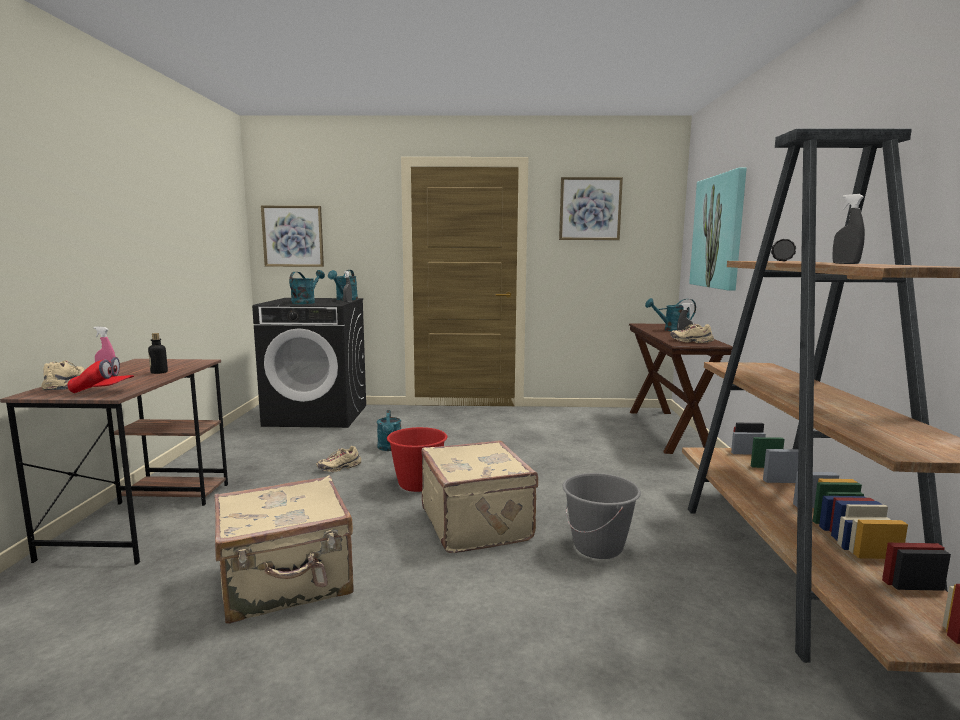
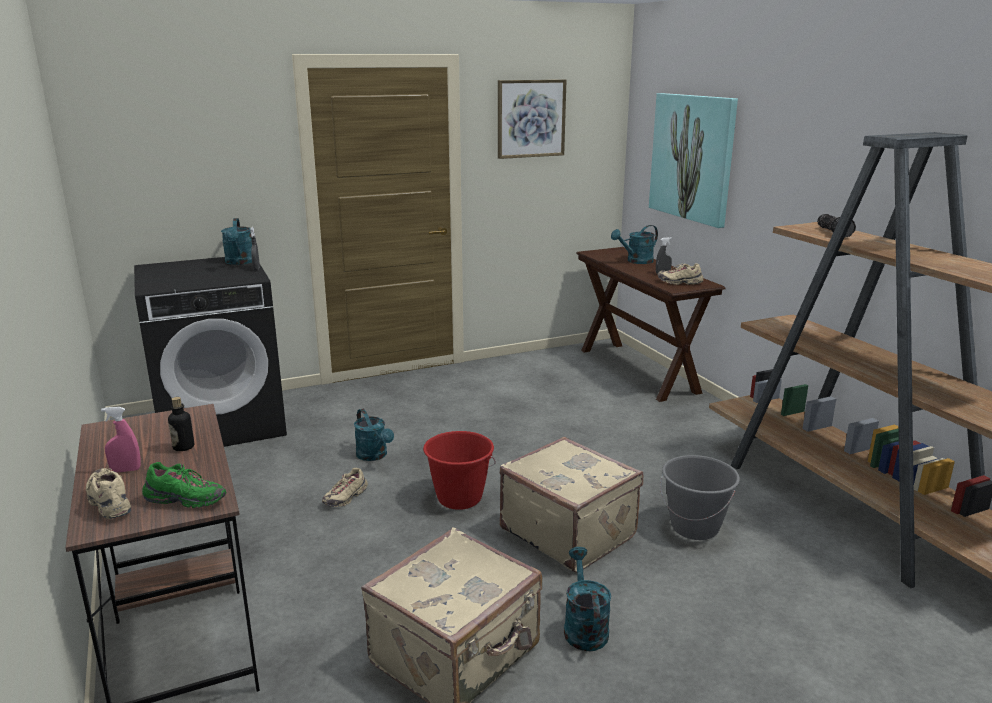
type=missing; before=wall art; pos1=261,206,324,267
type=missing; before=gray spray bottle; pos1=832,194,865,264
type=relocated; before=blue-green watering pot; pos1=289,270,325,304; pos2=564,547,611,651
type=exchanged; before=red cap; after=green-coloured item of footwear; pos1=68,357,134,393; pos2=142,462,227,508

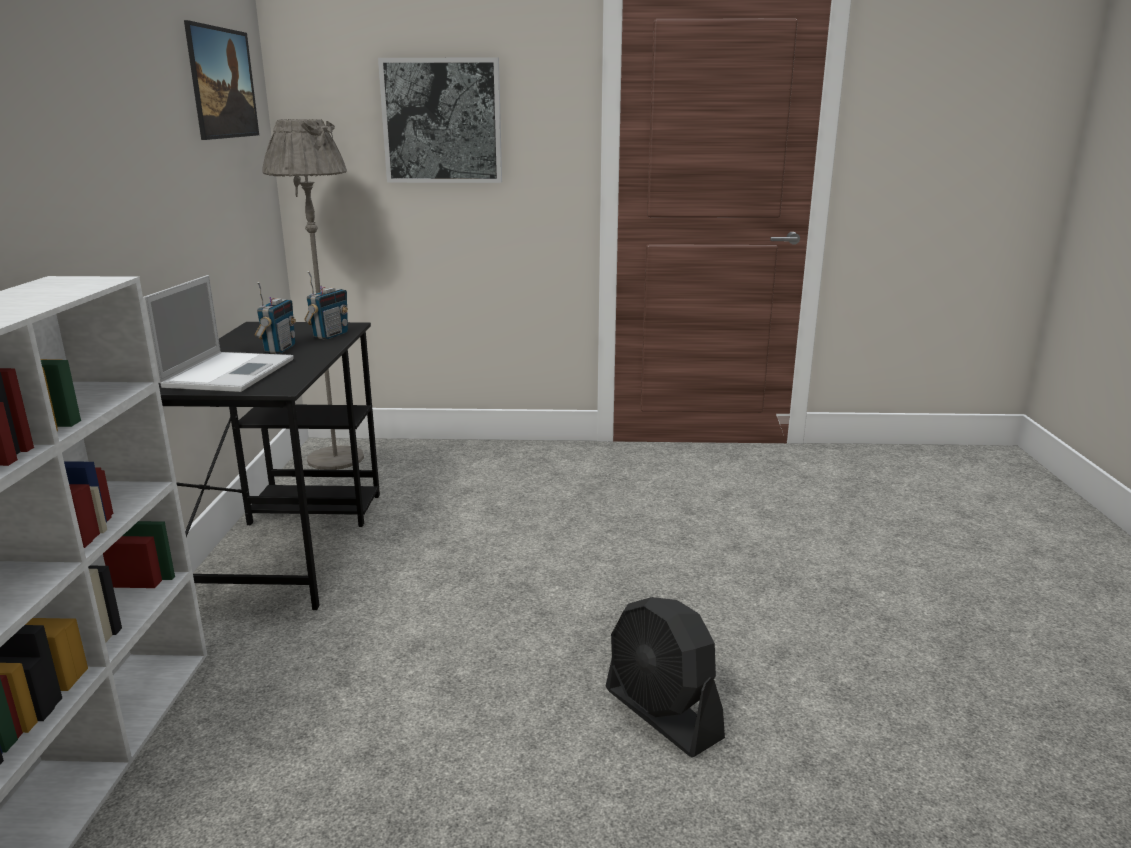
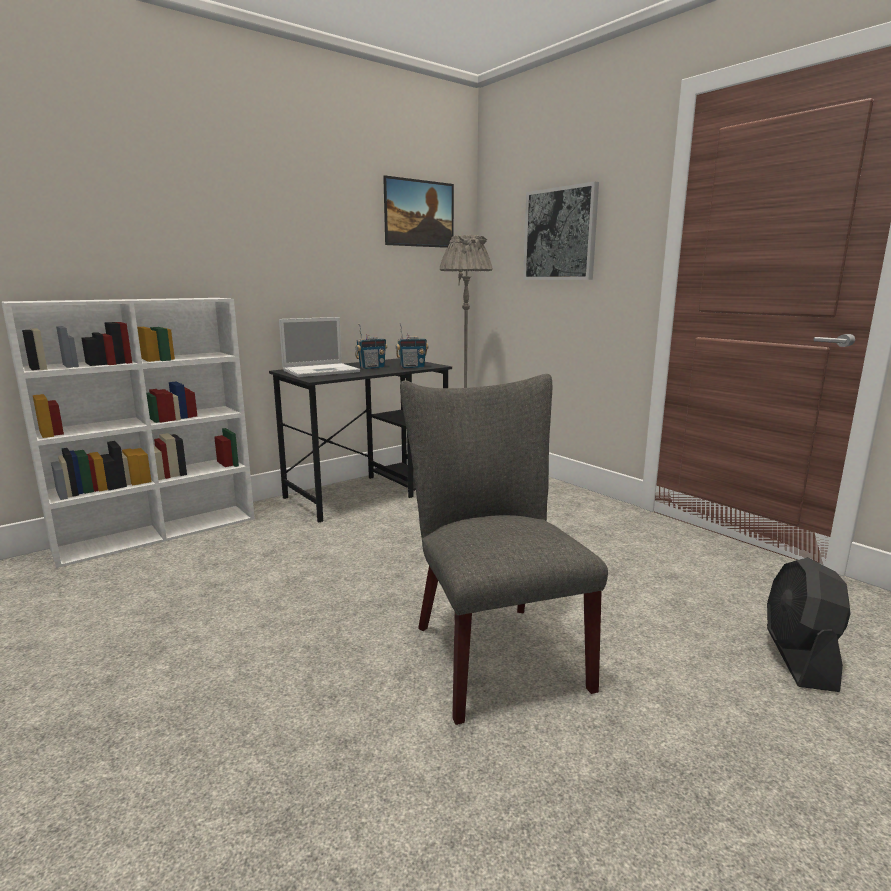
type=appeared; after=gray upright chair; pos2=400,374,608,725
type=relocated; before=black electric fan; pos1=606,597,725,757; pos2=767,557,851,692

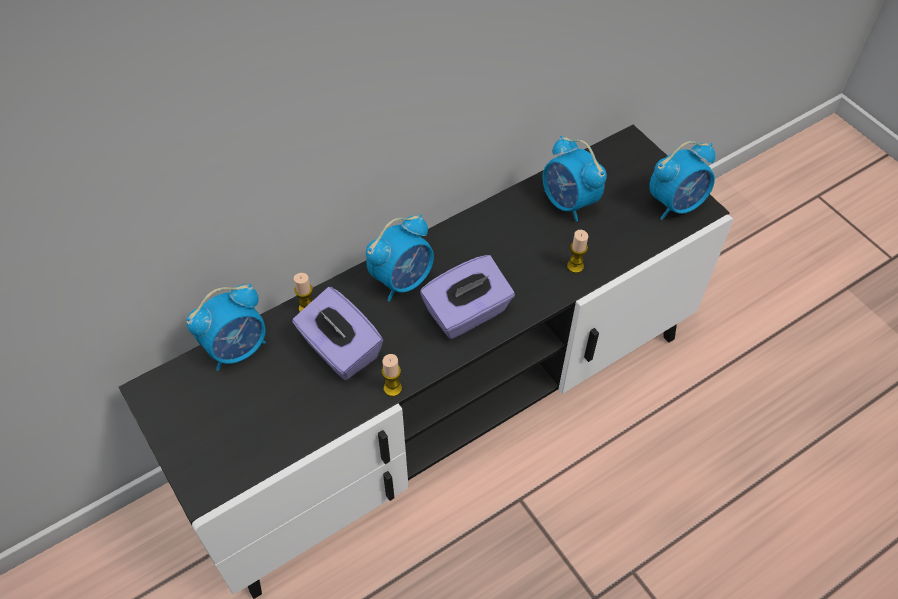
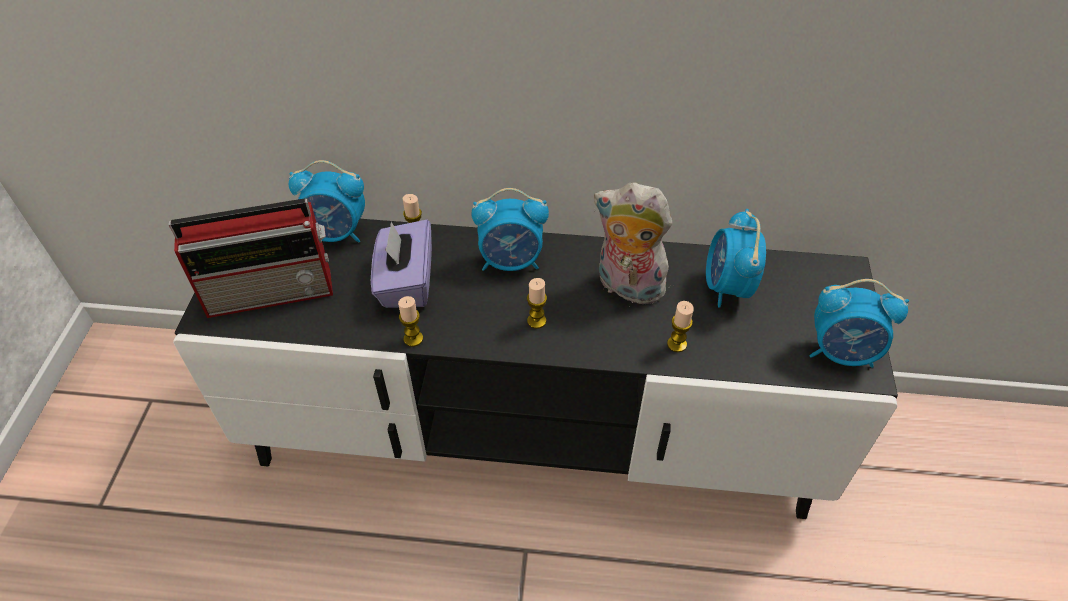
type=appeared; after=radio set; pos2=169,198,333,318
type=appeared; after=cuddly toy; pos2=594,182,672,307
type=exchanged; before=purplish tissue box; after=wax light; pos1=420,255,515,339; pos2=527,278,547,329

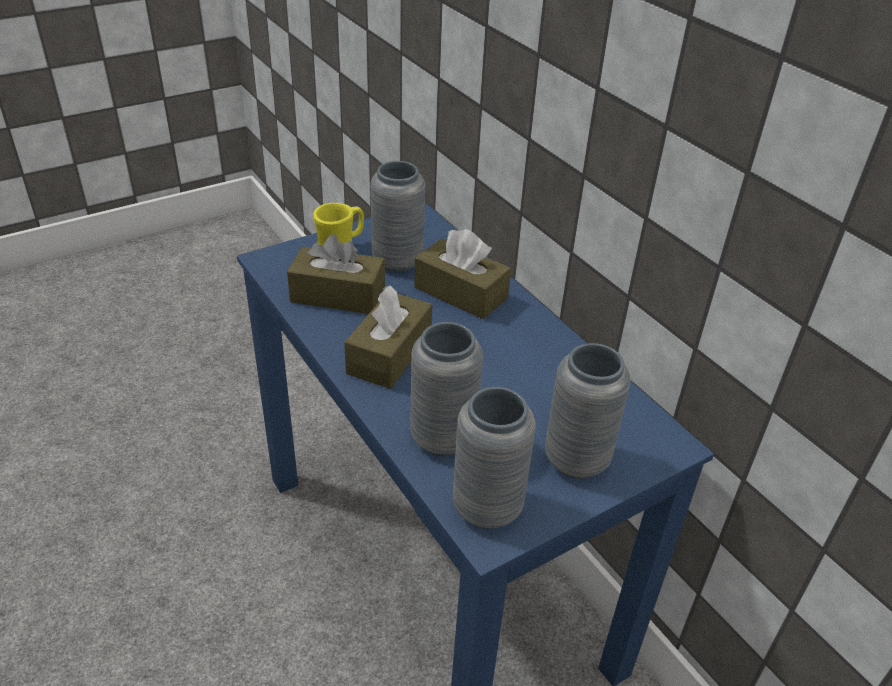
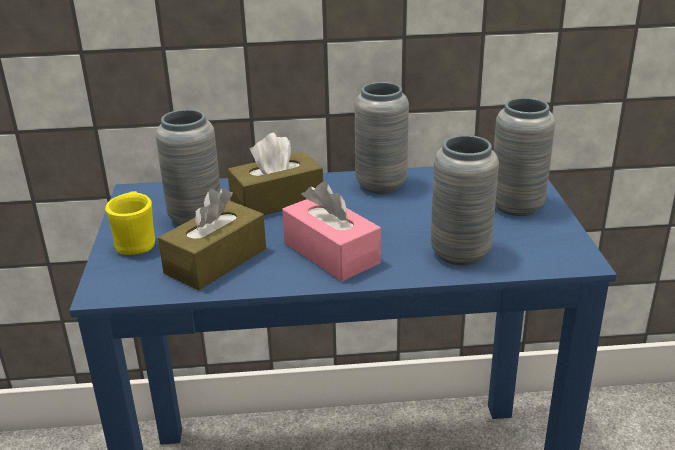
type=relocated; before=gray flower vase; pos1=453,387,536,529; pos2=354,82,409,194
type=colour; before=brownish tissue box; after=pink tissue box; pos1=344,286,432,389; pos2=282,182,381,281

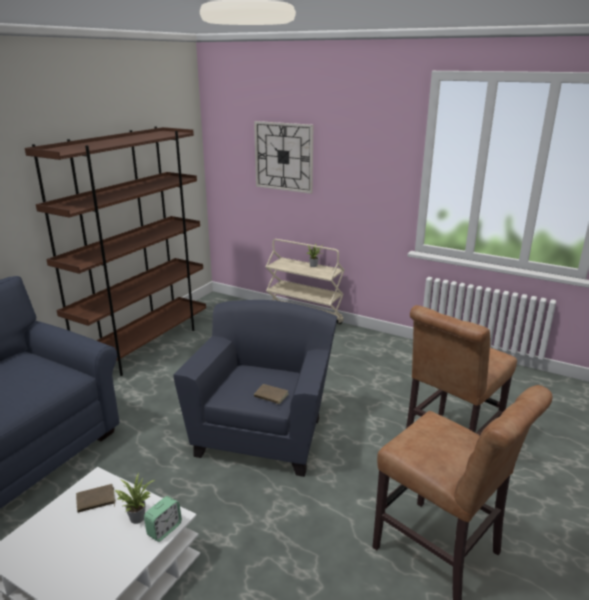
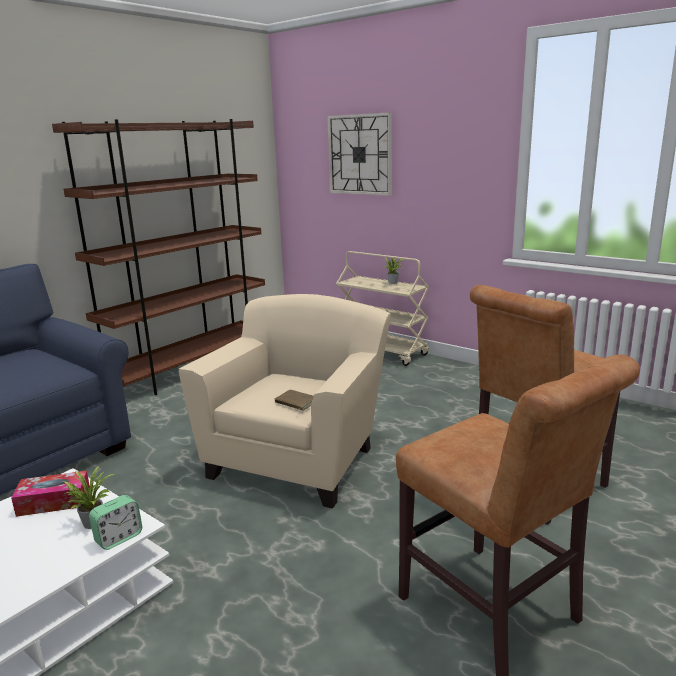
type=exchanged; before=brownish volume; after=tissue box; pos1=76,484,116,513; pos2=11,471,90,517
type=colour; before=blue-coloured easy chair; after=beige-coloured easy chair; pos1=173,300,337,477; pos2=179,294,391,509

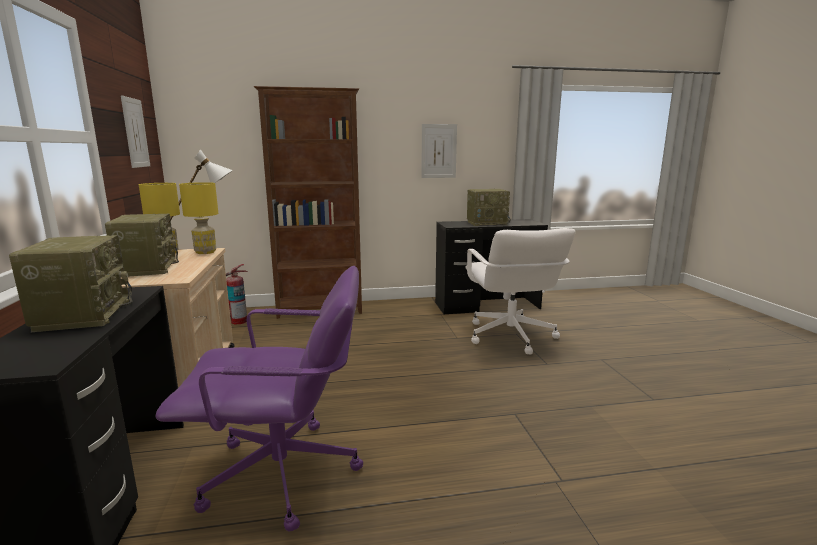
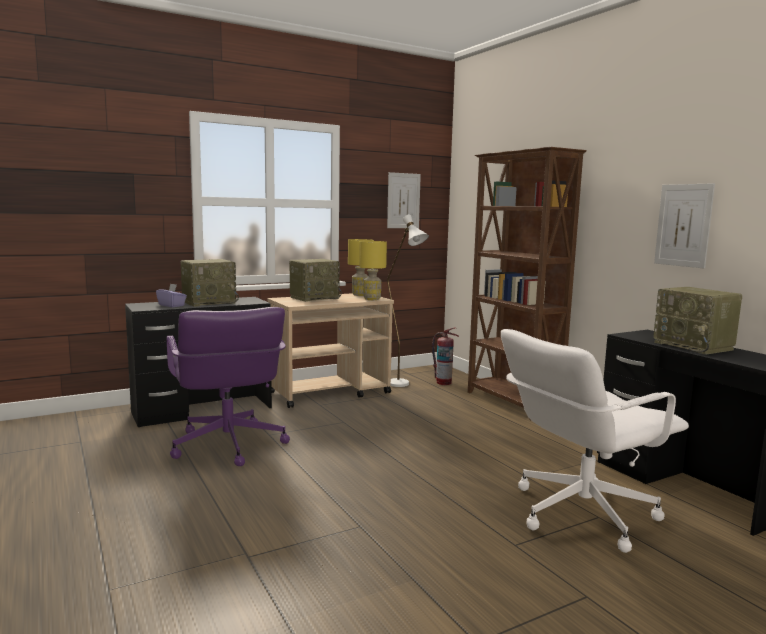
type=appeared; after=purplish tissue box; pos2=156,284,187,307

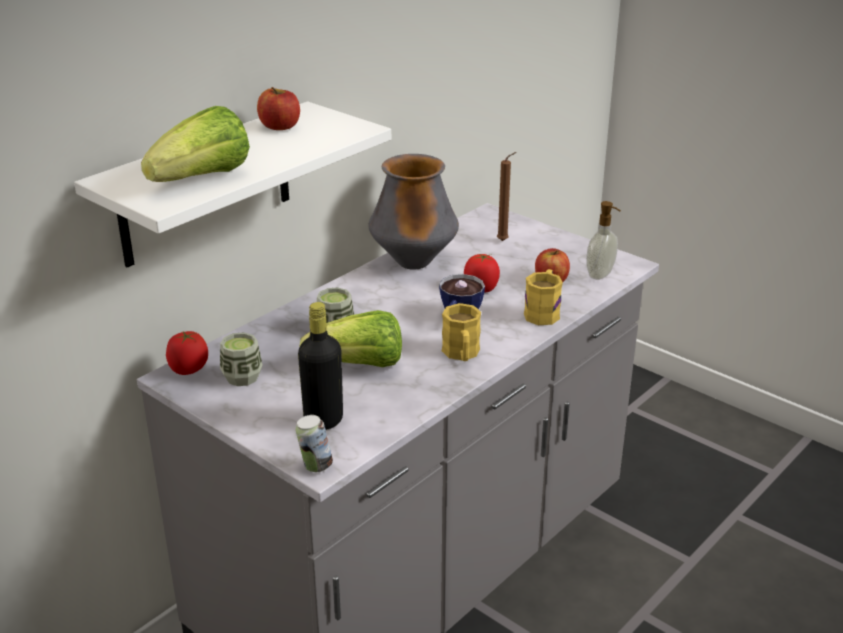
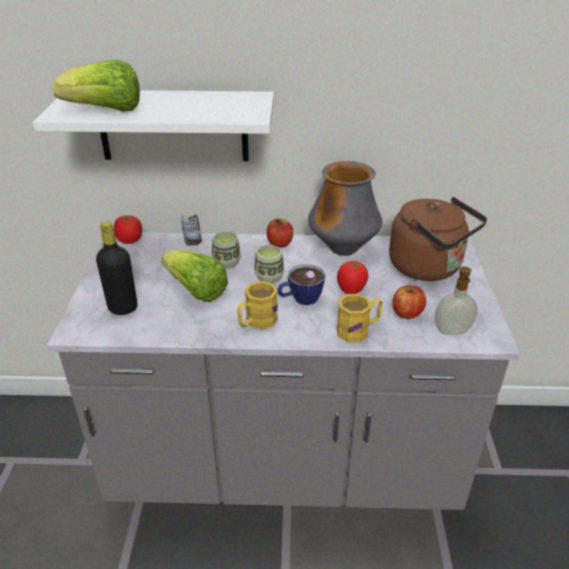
type=relocated; before=drinking cup; pos1=220,332,263,386; pos2=254,245,285,284
type=relocated; before=apple fruit; pos1=257,87,300,130; pos2=267,218,293,247
type=relocated; before=sealed can; pos1=296,415,333,472; pos2=181,211,202,246
type=exchanged; before=brownish wax light; after=brownish tea kettle; pos1=497,152,516,241; pos2=389,197,487,281

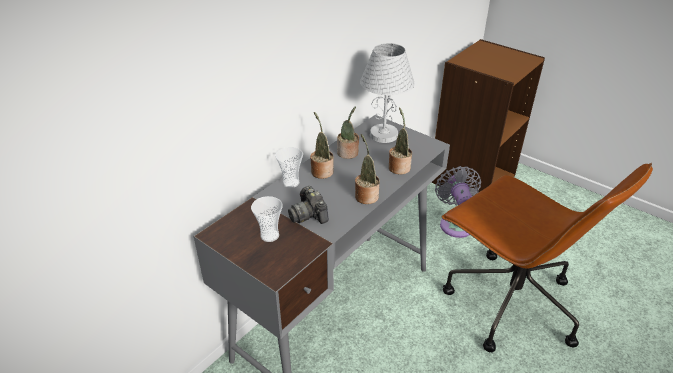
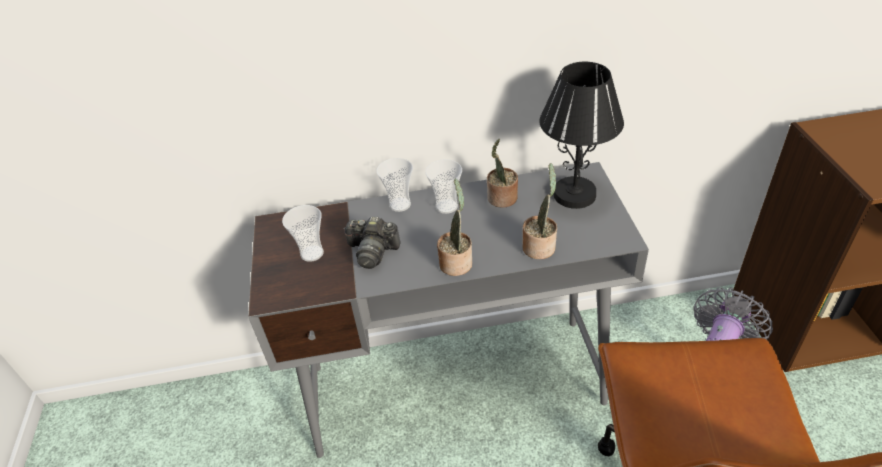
type=exchanged; before=potted plant; after=drinking cup; pos1=310,112,334,179; pos2=425,159,462,214
type=colour; before=whitish lamp for a table; after=black lamp for a table; pos1=360,43,414,143; pos2=539,62,624,209
type=spun; before=still camera; pos1=288,186,329,224; pos2=343,216,401,269; turn=-90

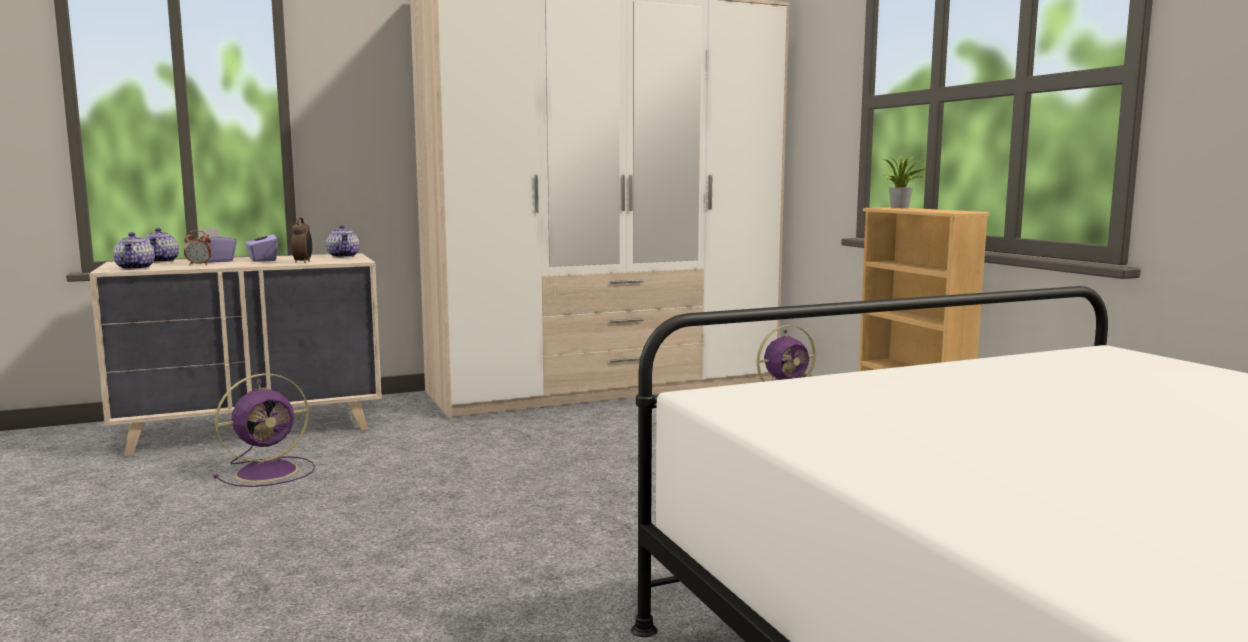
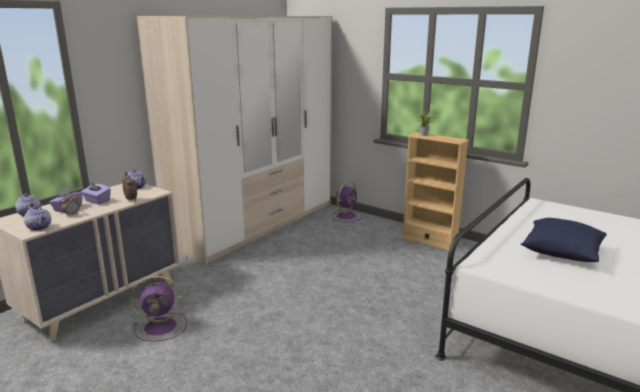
type=appeared; after=blue-coloured cushion; pos2=520,218,606,262
type=spun; before=purplish electric fan; pos1=213,373,315,487; pos2=130,276,187,342; turn=60

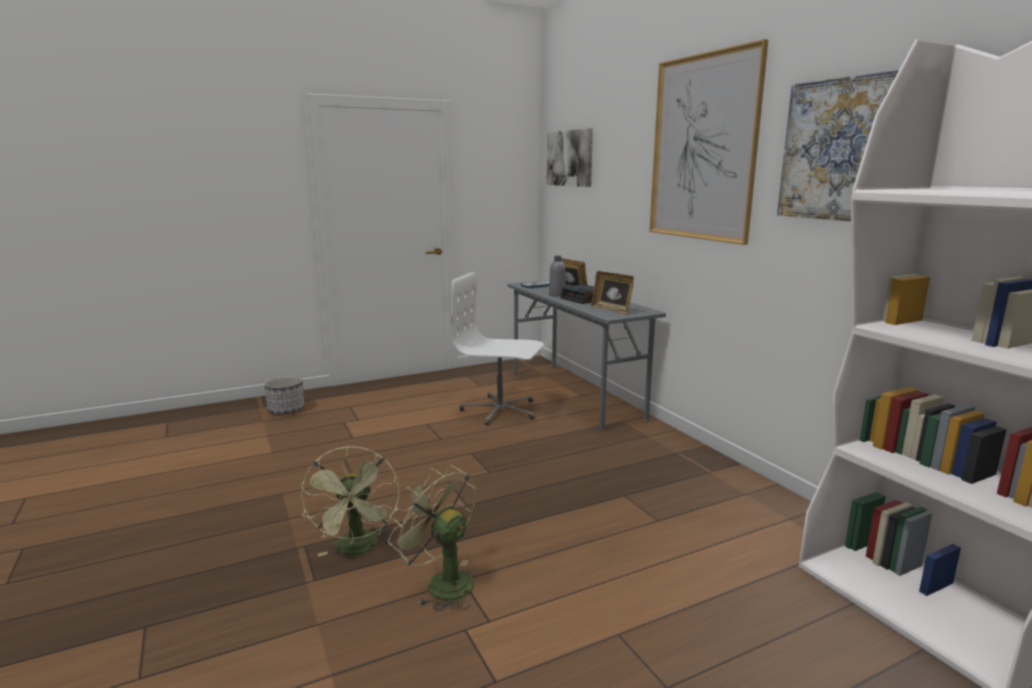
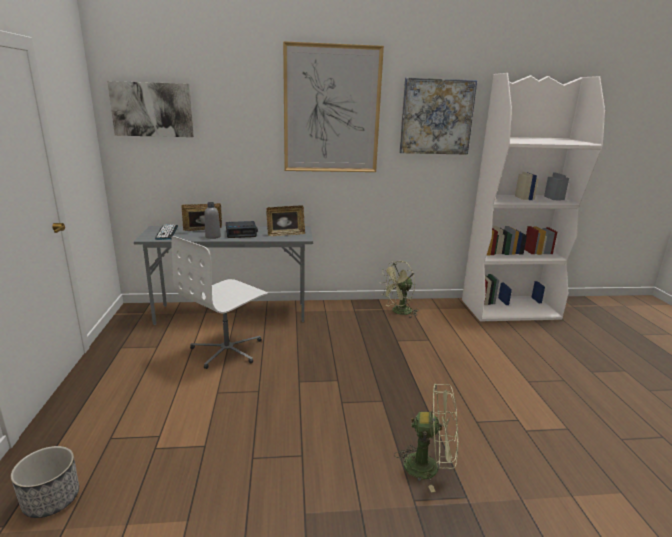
type=relocated; before=green-coloured electric fan; pos1=388,465,476,611; pos2=380,261,418,318

